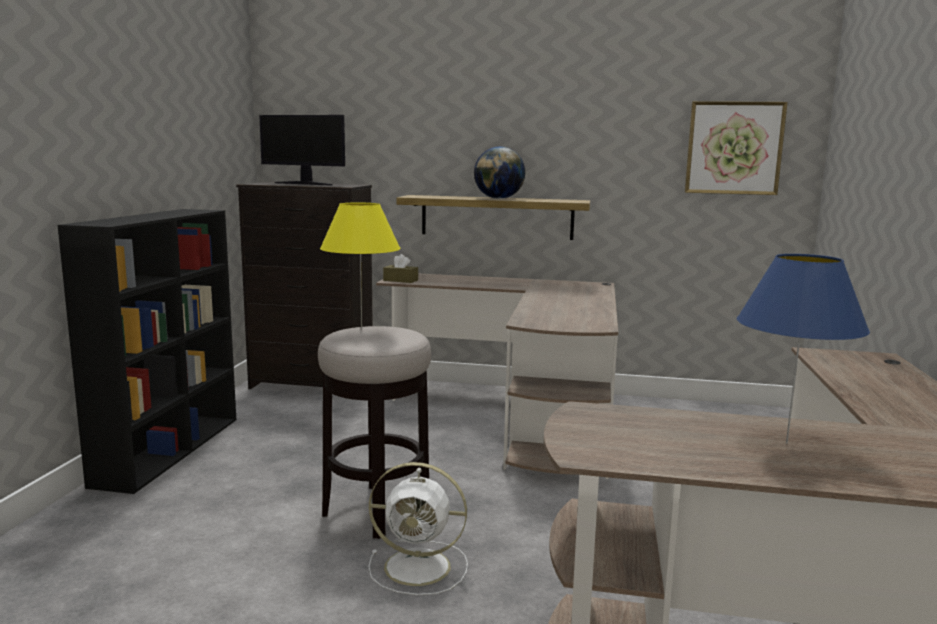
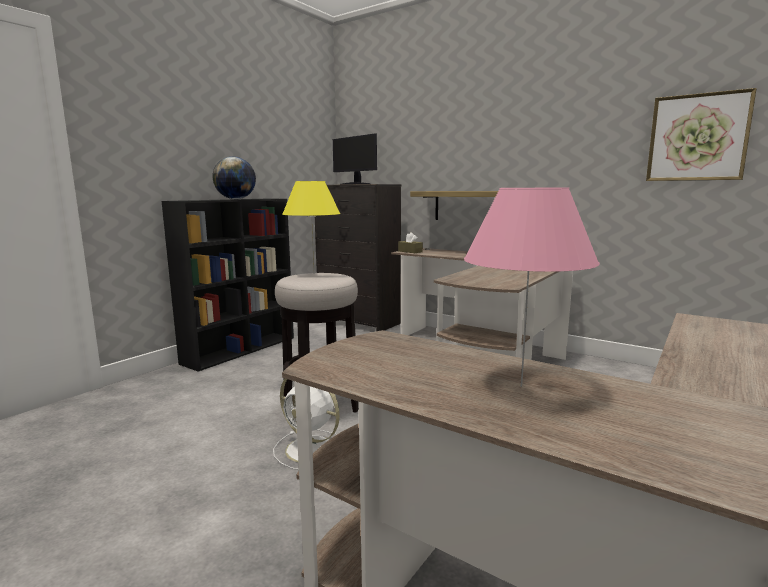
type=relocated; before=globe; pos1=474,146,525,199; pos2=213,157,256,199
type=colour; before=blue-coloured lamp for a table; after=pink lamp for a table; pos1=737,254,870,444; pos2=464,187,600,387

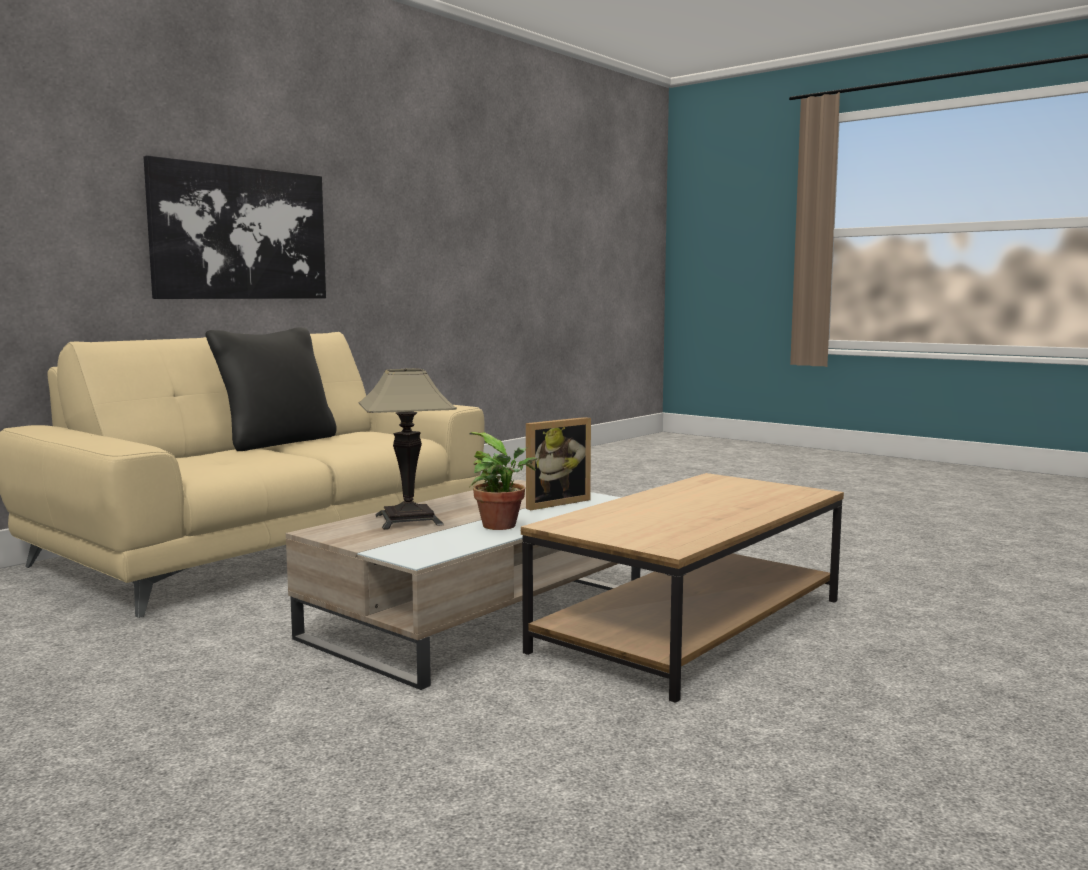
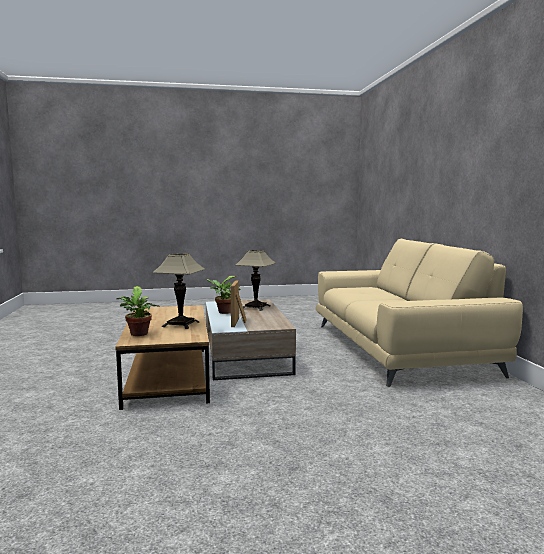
type=missing; before=wall art; pos1=144,155,326,299
type=missing; before=black cushion; pos1=205,327,337,451
type=appeared; after=potted plant; pos2=116,286,160,336
type=appeared; after=lamp for a table; pos2=152,253,206,329

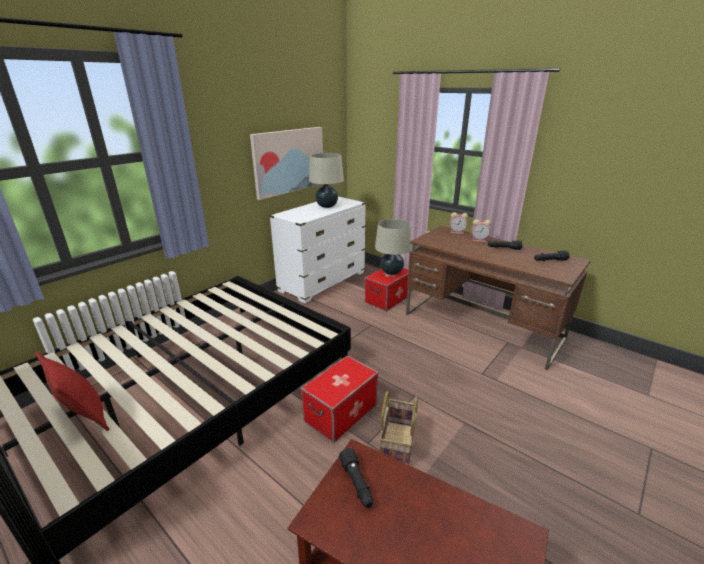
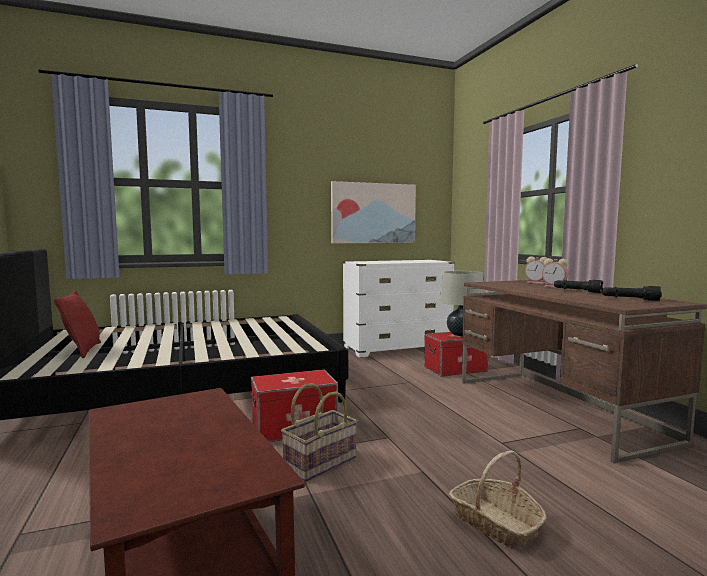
type=missing; before=beige-coloured lamp for a table; pos1=309,153,344,208
type=missing; before=black torch; pos1=339,448,373,508
type=appeared; after=storage basket; pos2=449,450,546,548

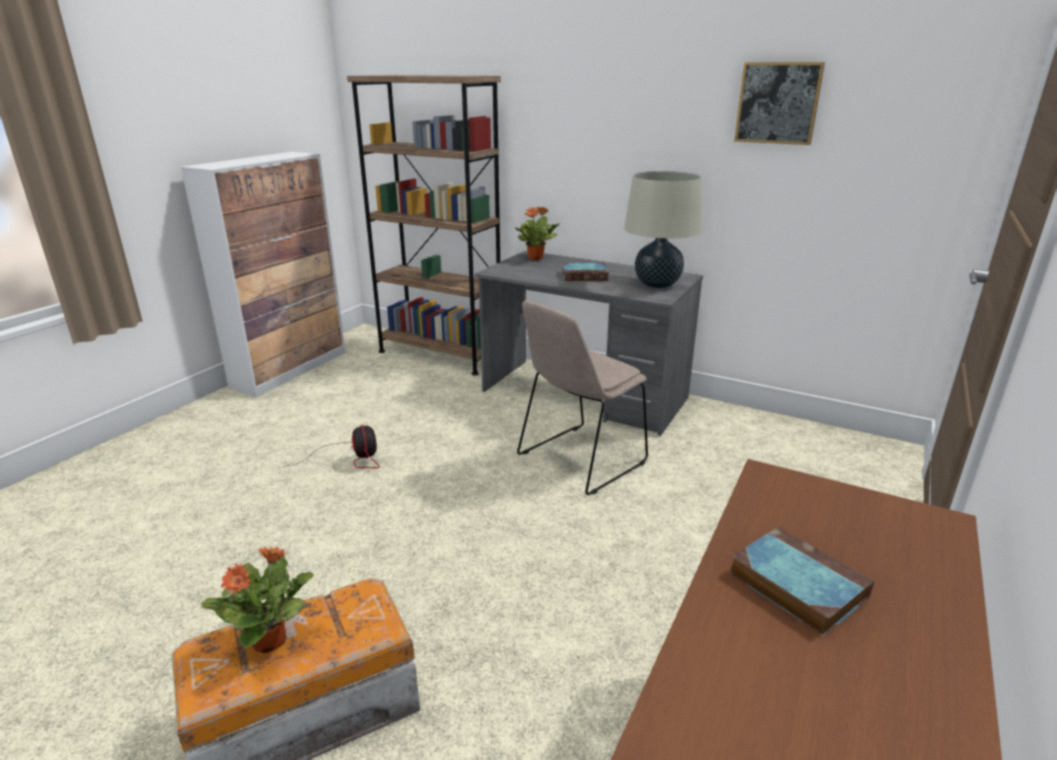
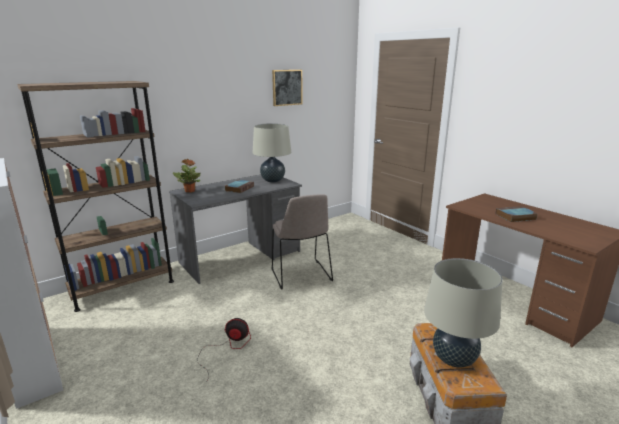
type=exchanged; before=potted plant; after=beige-coloured lamp for a table; pos1=201,547,313,653; pos2=424,258,503,368

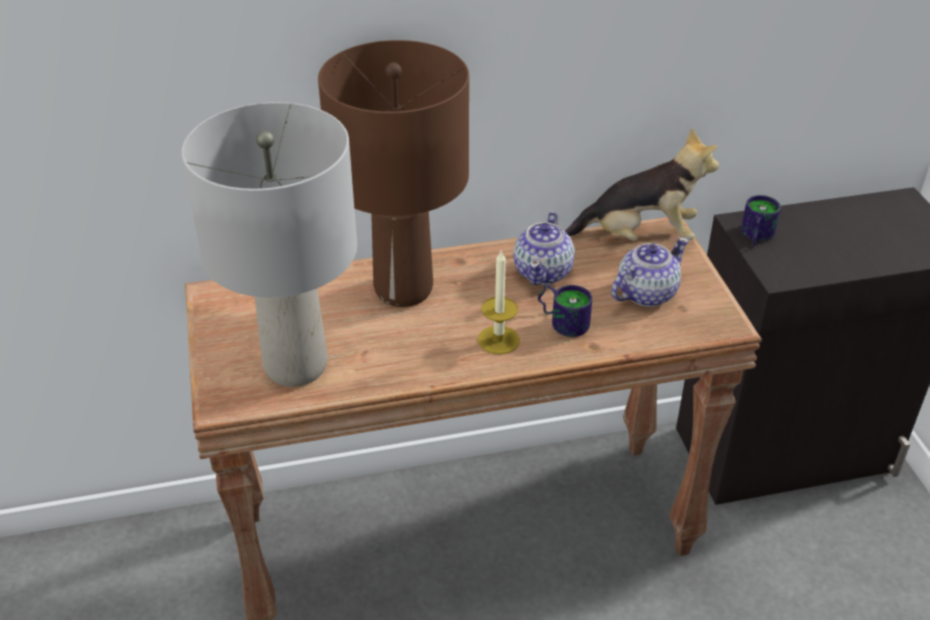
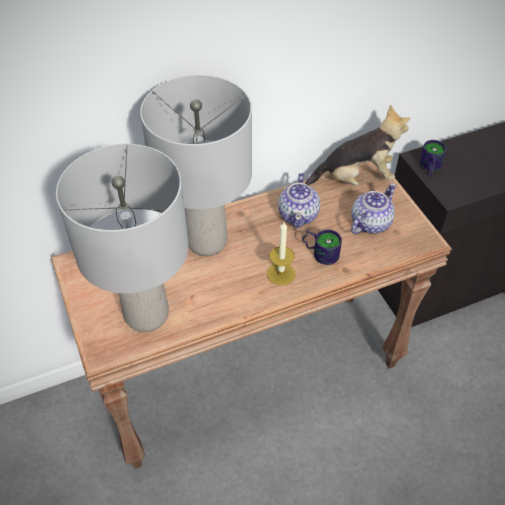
type=colour; before=brownish lamp for a table; after=gray lamp for a table; pos1=318,40,469,307; pos2=140,75,252,256

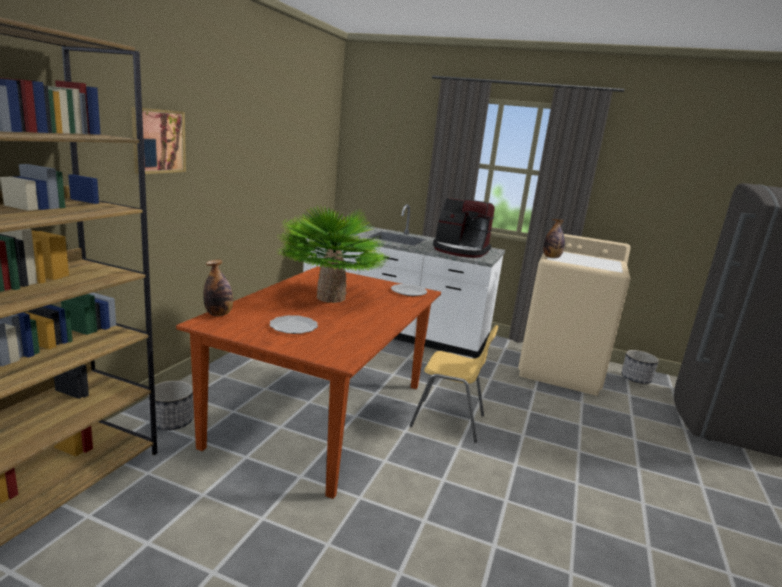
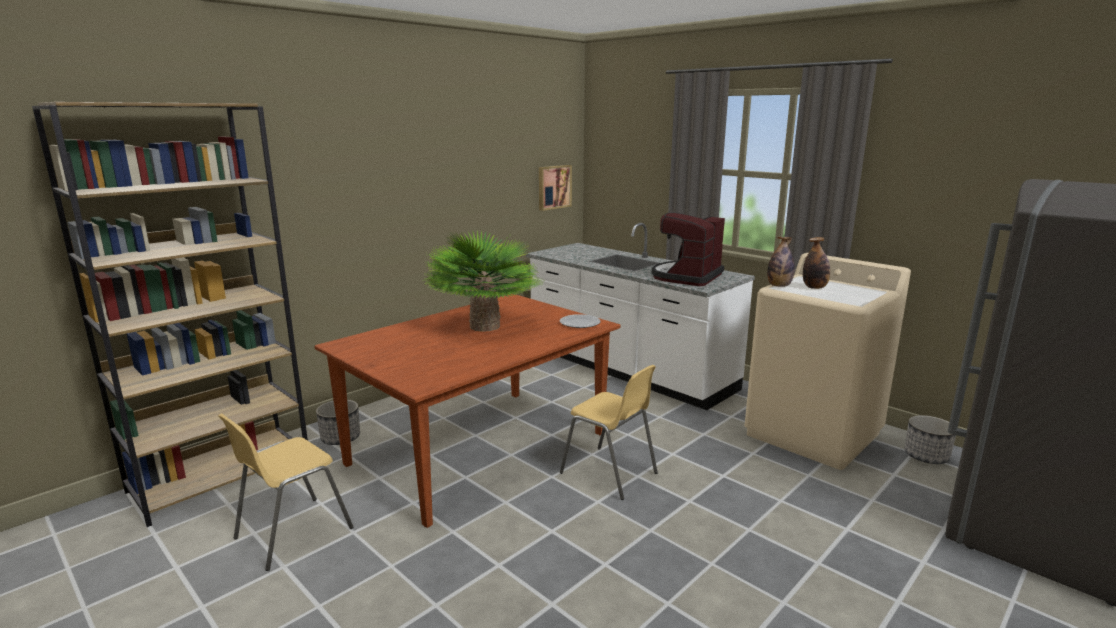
type=missing; before=dinner plate; pos1=269,315,318,334
type=appeared; after=yellow-coloured upright chair; pos2=218,414,354,571
type=relocated; before=wall art; pos1=131,107,186,174; pos2=539,165,572,211
type=relocated; before=bottle; pos1=203,259,233,316; pos2=803,237,830,289
type=spun; before=coffee machine; pos1=433,198,495,258; pos2=652,213,725,286; turn=75

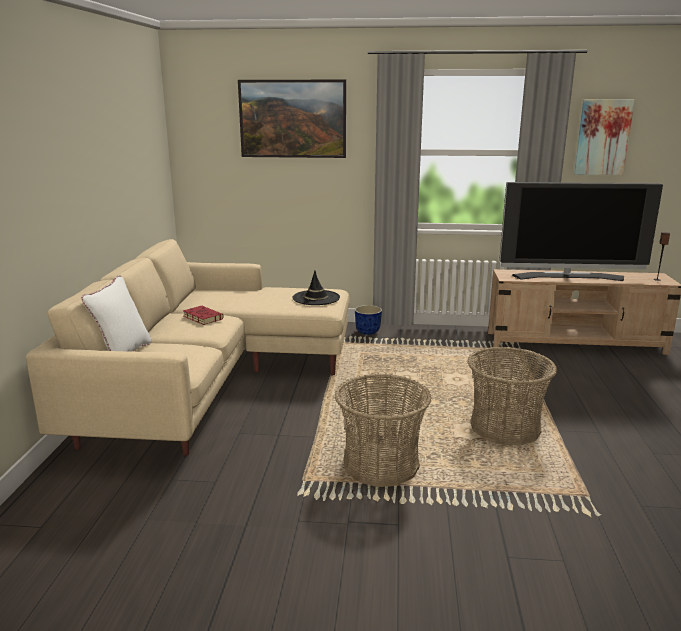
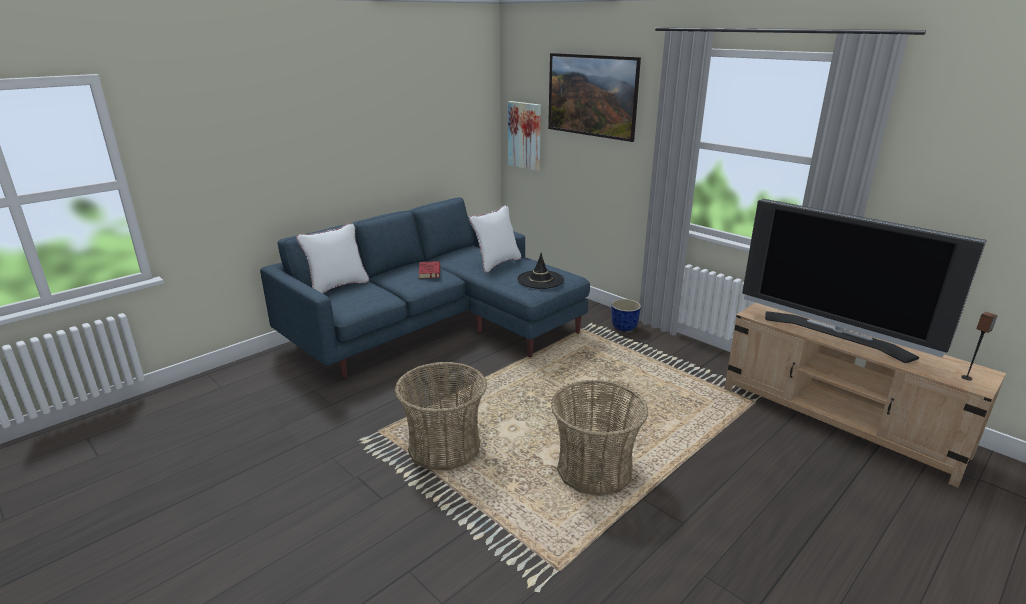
type=appeared; after=whitish cushion; pos2=469,205,521,273
type=relocated; before=wall art; pos1=574,99,635,175; pos2=508,101,541,171
type=colour; before=beige-coloured couch; after=blue-coloured couch; pos1=26,239,350,456; pos2=260,198,590,378

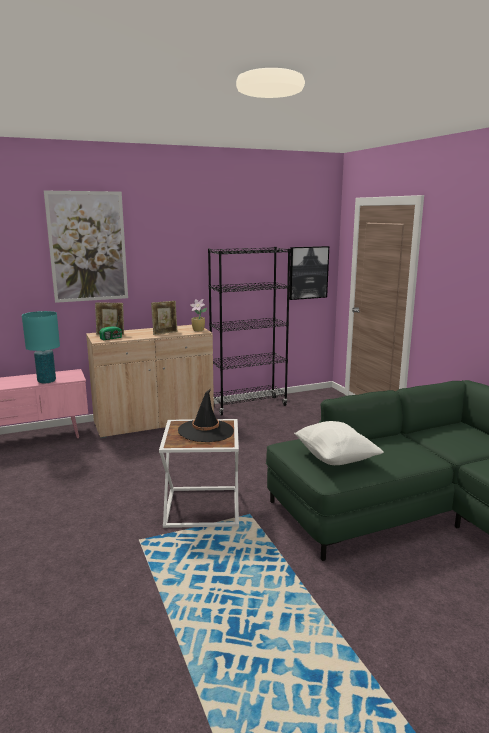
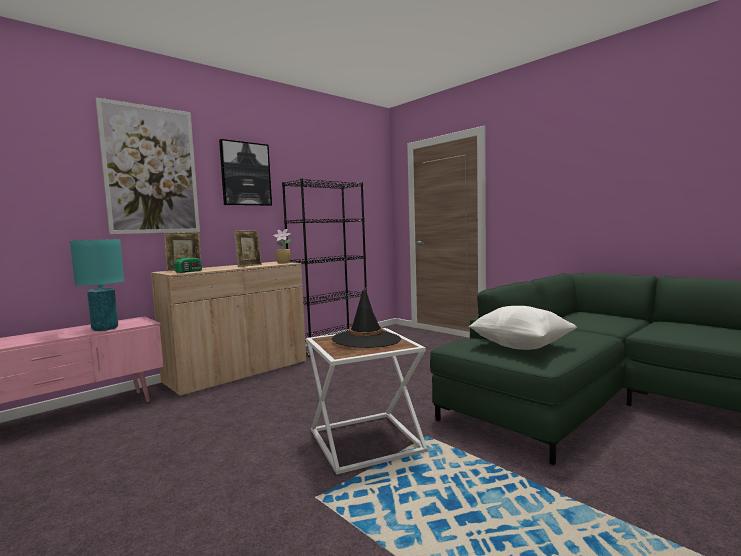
type=relocated; before=wall art; pos1=289,246,329,300; pos2=219,139,272,206

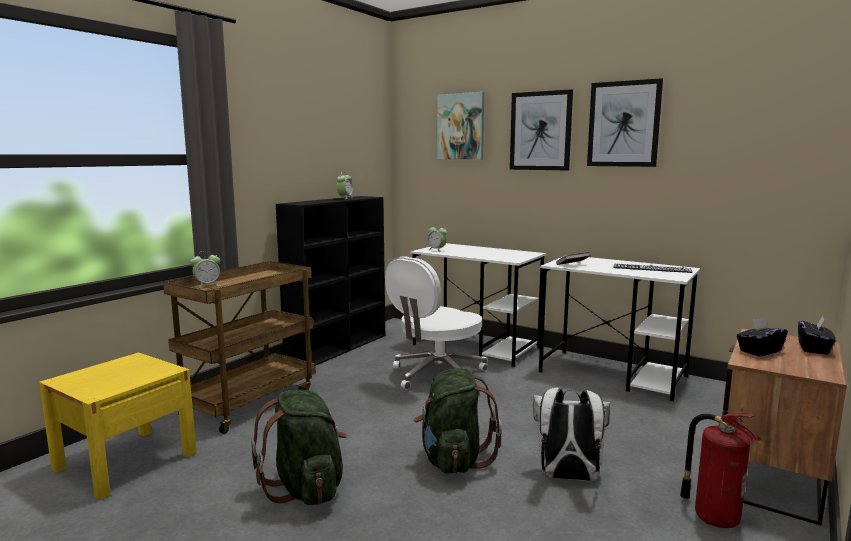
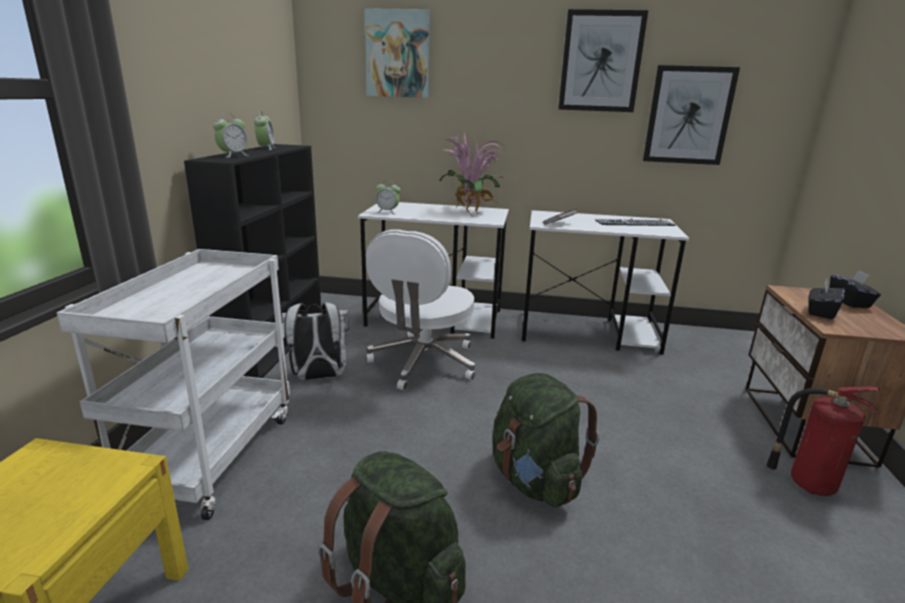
type=appeared; after=potted plant; pos2=439,132,506,218
type=relocated; before=bedside clock; pos1=190,251,221,289; pos2=213,113,250,158
type=relocated; before=wall art; pos1=510,89,573,170; pos2=643,65,740,165
type=relocated; before=whitish knapsack; pos1=533,388,610,481; pos2=281,302,349,380
type=colour; before=brownish cart; after=whitish cart; pos1=163,261,316,434; pos2=57,249,290,520

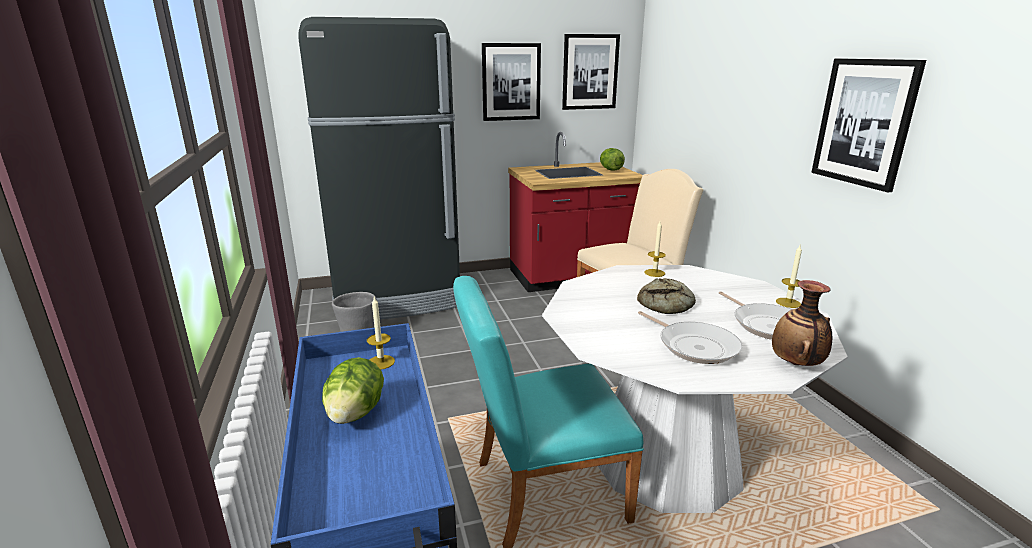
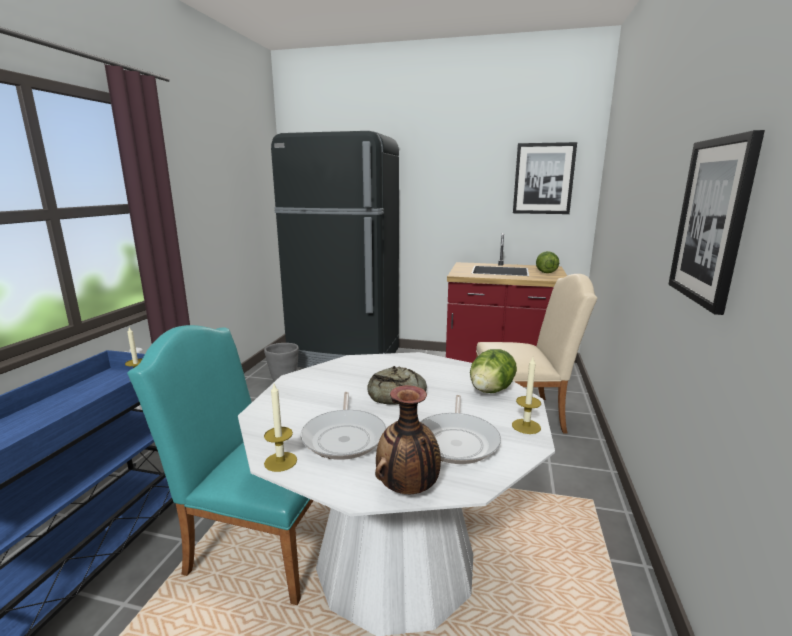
type=missing; before=wall art; pos1=482,43,541,121
type=relocated; before=head of lettuce; pos1=322,357,384,424; pos2=470,349,517,393
type=relocated; before=wax light; pos1=645,221,666,277; pos2=264,384,297,472

